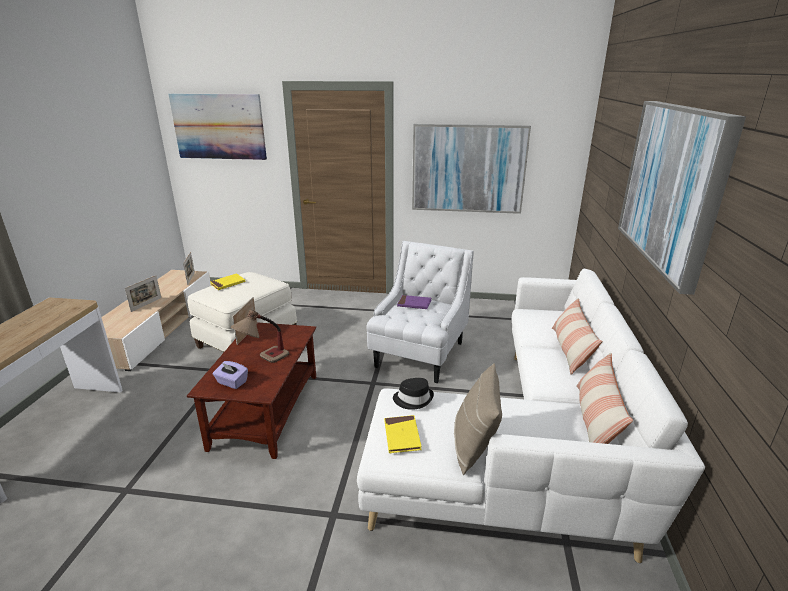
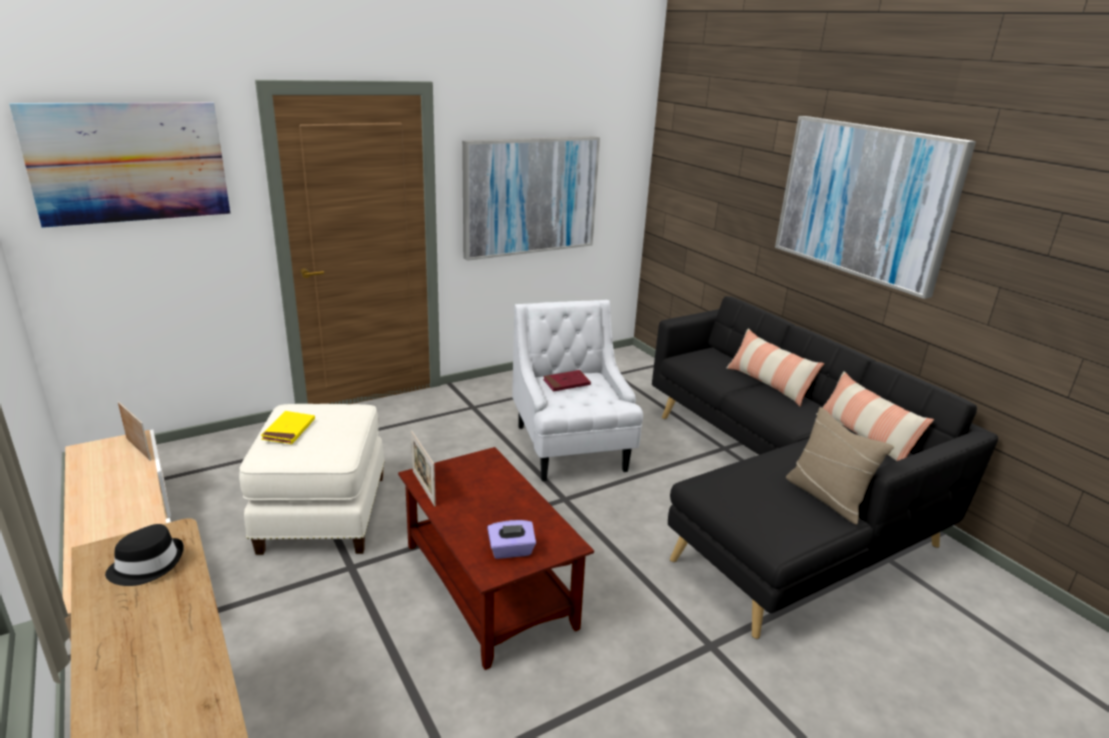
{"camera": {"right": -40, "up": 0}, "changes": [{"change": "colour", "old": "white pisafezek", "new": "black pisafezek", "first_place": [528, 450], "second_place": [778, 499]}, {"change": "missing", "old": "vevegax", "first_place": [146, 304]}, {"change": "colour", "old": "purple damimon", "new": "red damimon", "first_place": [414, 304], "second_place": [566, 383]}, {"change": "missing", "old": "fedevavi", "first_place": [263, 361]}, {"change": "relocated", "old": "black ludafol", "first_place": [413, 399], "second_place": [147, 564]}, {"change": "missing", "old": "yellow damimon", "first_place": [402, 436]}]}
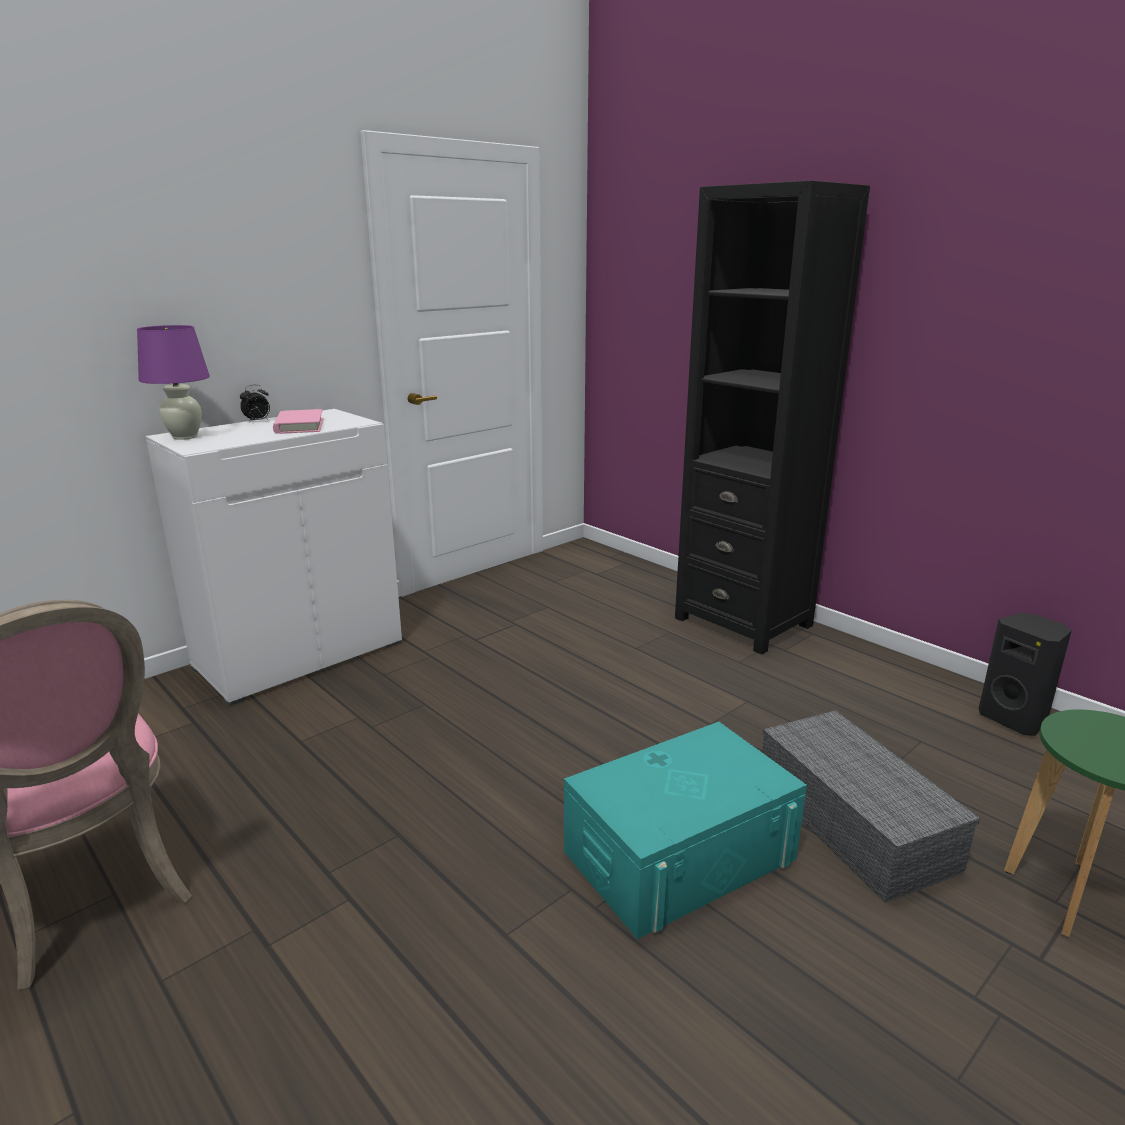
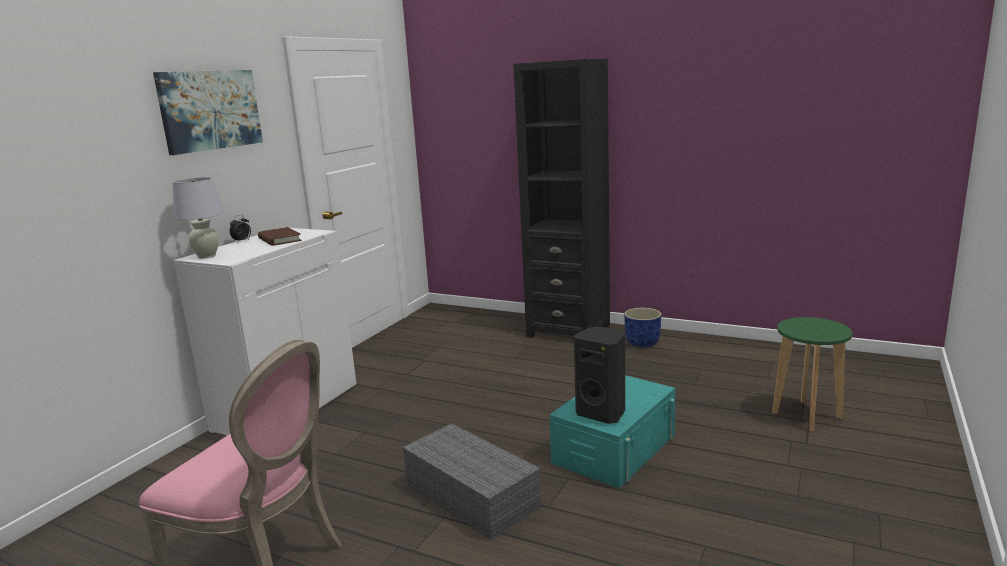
{"camera": {"right": -20, "up": -5}, "changes": [{"change": "colour", "old": "purple fedevavi", "new": "white fedevavi", "first_place": [184, 437], "second_place": [206, 256]}, {"change": "colour", "old": "pink damimon", "new": "brown damimon", "first_place": [299, 426], "second_place": [279, 239]}, {"change": "relocated", "old": "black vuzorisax", "first_place": [1014, 719], "second_place": [602, 413]}, {"change": "relocated", "old": "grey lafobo", "first_place": [849, 821], "second_place": [468, 495]}, {"change": "appeared", "new": "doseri", "second_place": [210, 110]}, {"change": "appeared", "new": "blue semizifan", "second_place": [643, 343]}]}
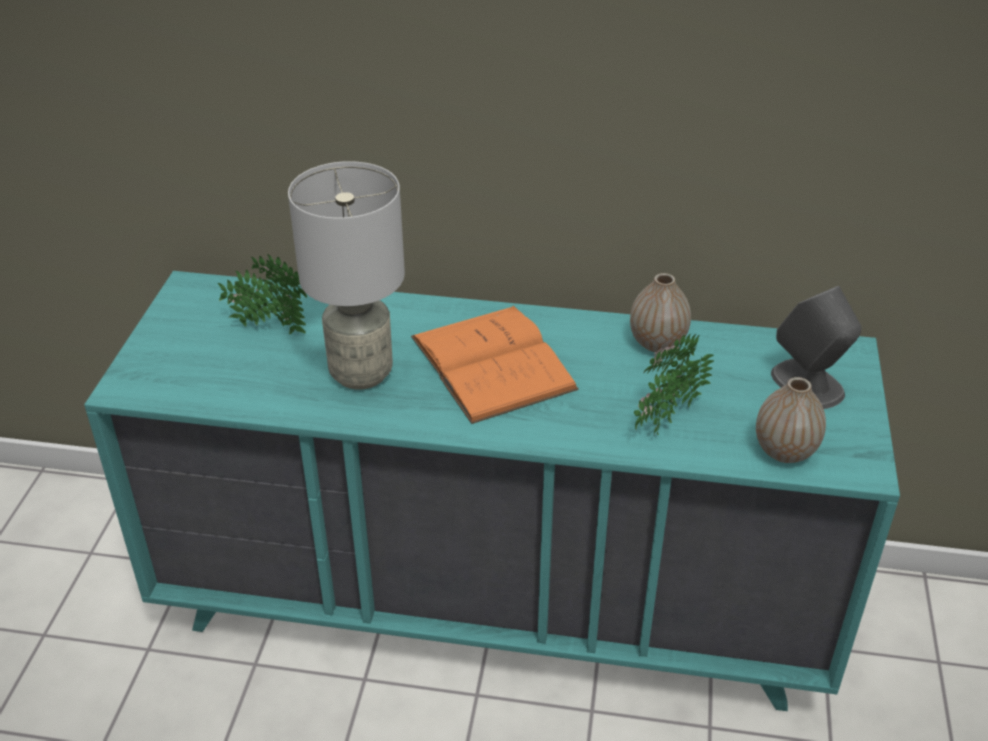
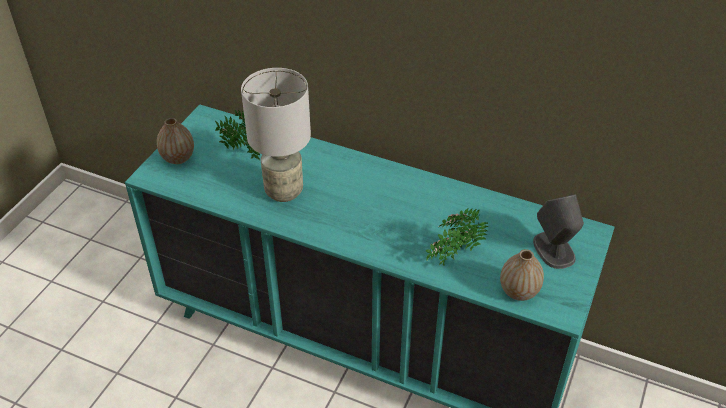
{"camera": {"right": 15, "up": 5}, "changes": [{"change": "relocated", "old": "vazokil", "first_place": [657, 343], "second_place": [178, 158]}, {"change": "missing", "old": "orange damimon", "first_place": [492, 363]}]}
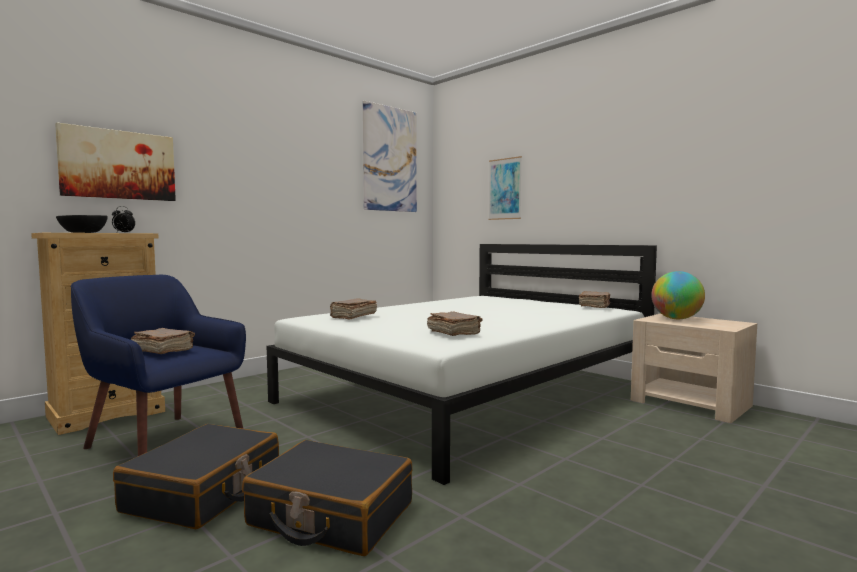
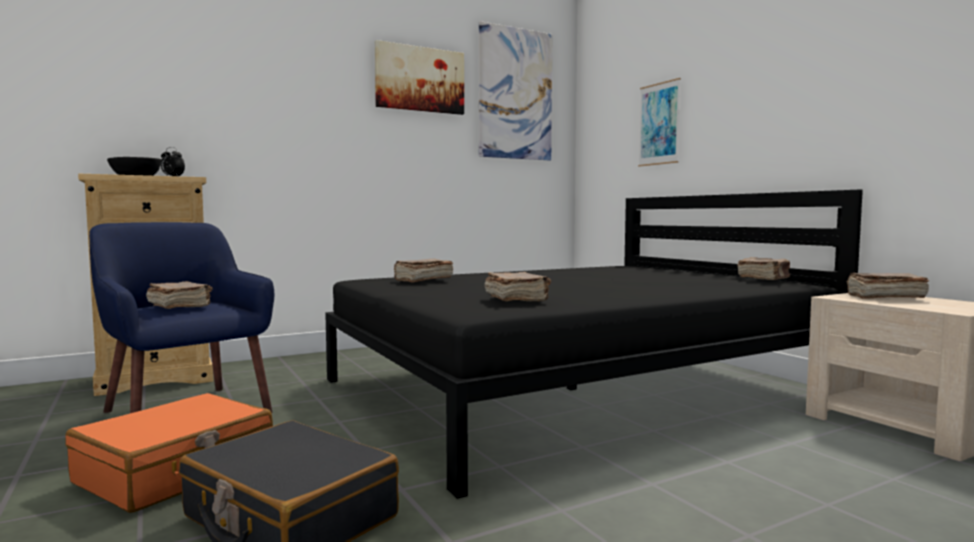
{"camera": {"right": 15, "up": 0}, "changes": [{"change": "relocated", "old": "doseri", "first_place": [118, 165], "second_place": [420, 79]}, {"change": "colour", "old": "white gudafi", "new": "black gudafi", "first_place": [470, 393], "second_place": [576, 388]}, {"change": "exchanged", "old": "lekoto", "new": "brown damimon", "first_place": [676, 319], "second_place": [884, 297]}, {"change": "colour", "old": "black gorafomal", "new": "orange gorafomal", "first_place": [205, 492], "second_place": [177, 471]}]}
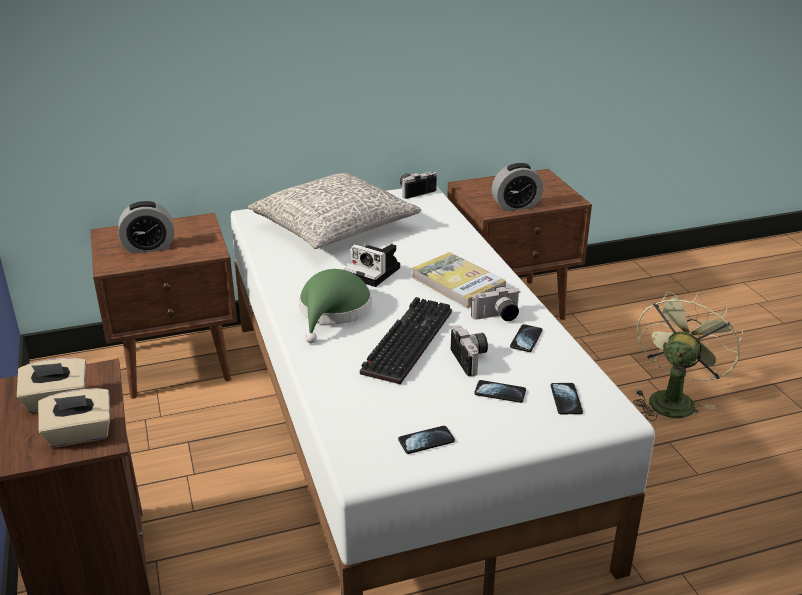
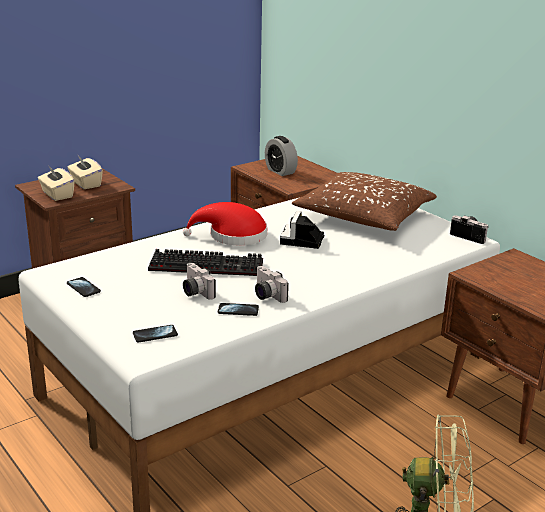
{"camera": {"right": 70, "up": -5}, "changes": [{"change": "missing", "old": "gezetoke", "first_place": [516, 206]}, {"change": "colour", "old": "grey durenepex", "new": "brown durenepex", "first_place": [334, 228], "second_place": [363, 217]}, {"change": "missing", "old": "damimon", "first_place": [458, 284]}, {"change": "colour", "old": "green ludafol", "new": "red ludafol", "first_place": [333, 311], "second_place": [233, 236]}, {"change": "spun", "old": "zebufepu", "first_place": [472, 359], "second_place": [195, 292], "degrees": 90}, {"change": "missing", "old": "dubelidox", "first_place": [500, 392]}]}
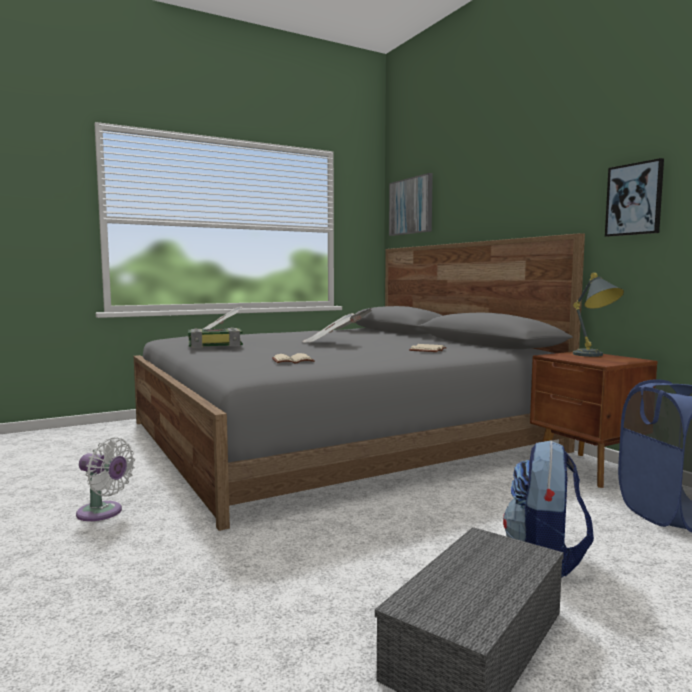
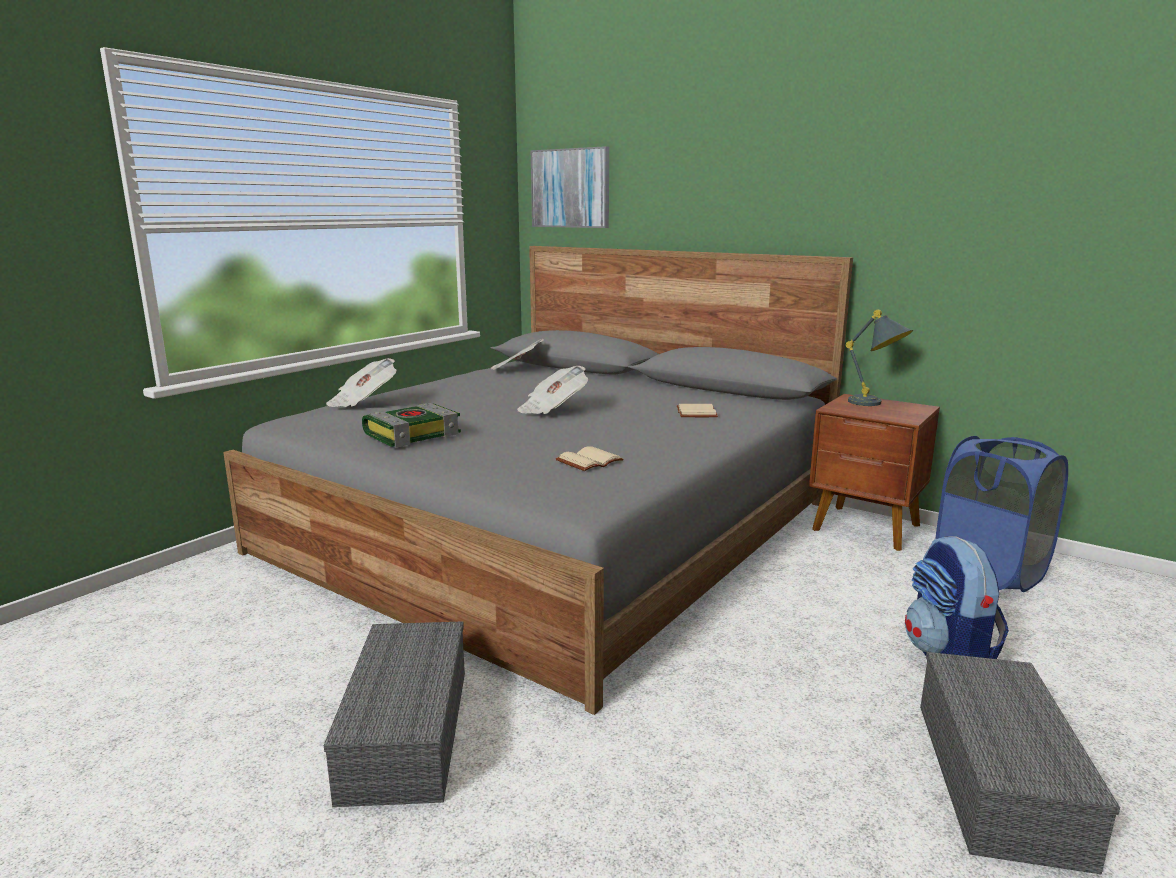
{"camera": {"right": -25, "up": 10}, "changes": [{"change": "missing", "old": "doseri", "first_place": [634, 199]}, {"change": "exchanged", "old": "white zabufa", "new": "grey lafobo", "first_place": [103, 513], "second_place": [405, 730]}]}
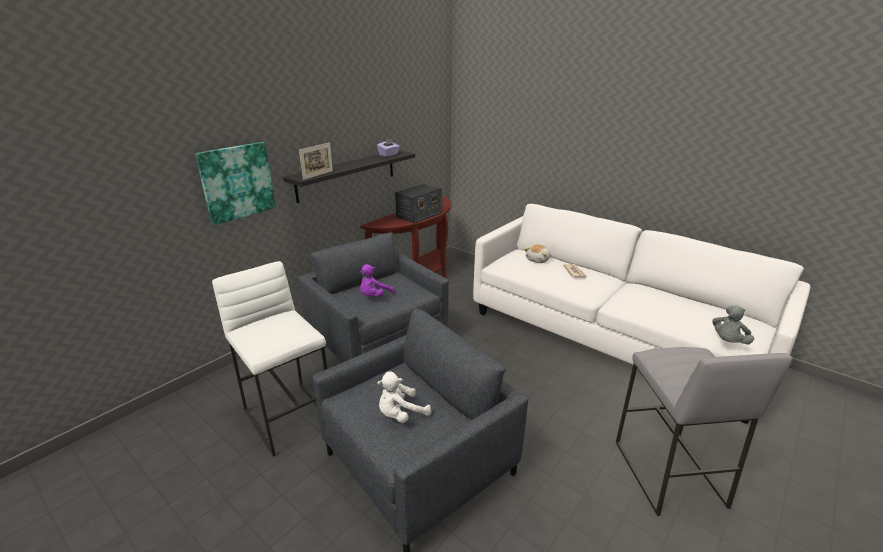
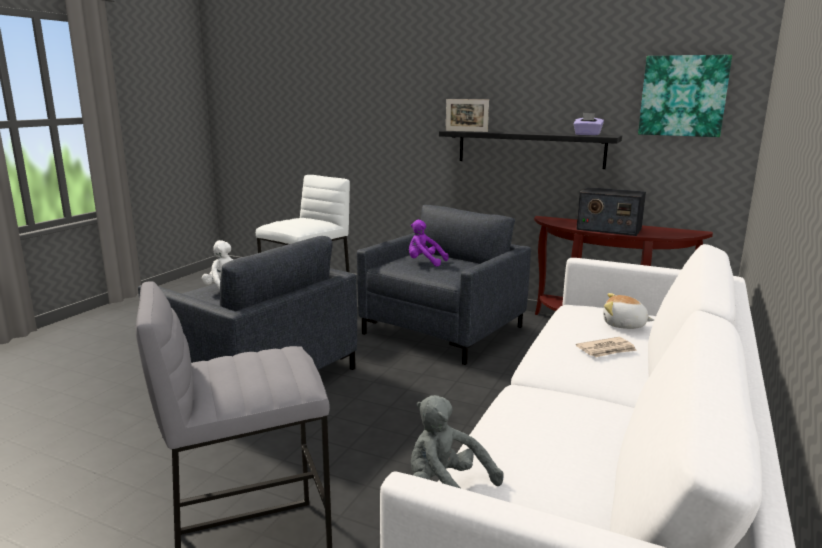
{"camera": {"right": 75, "up": -10}, "changes": [{"change": "relocated", "old": "doseri", "first_place": [237, 182], "second_place": [683, 96]}]}
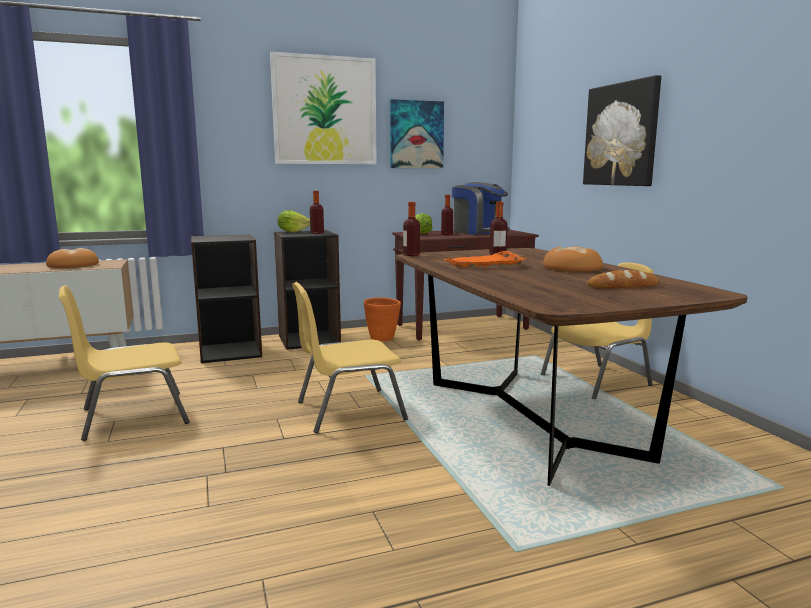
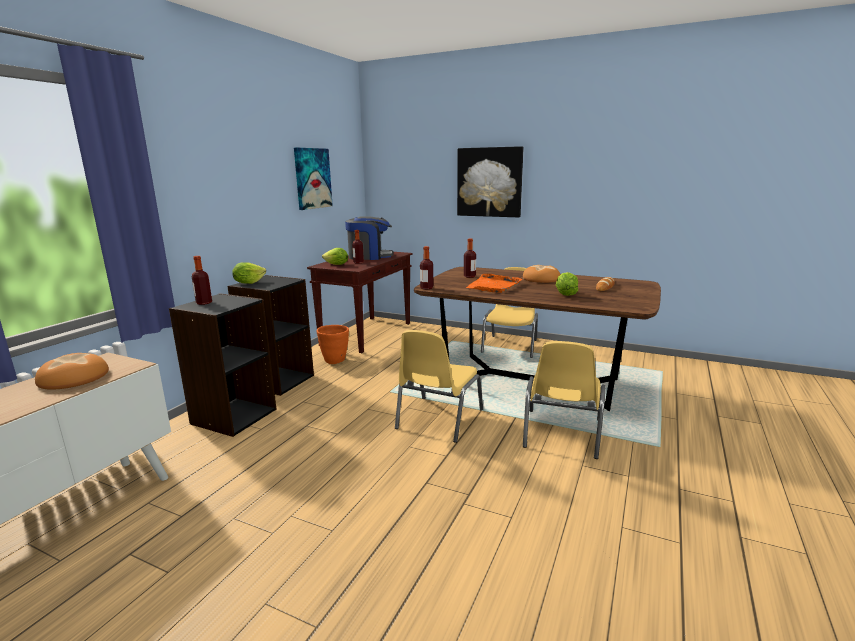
{"camera": {"right": -45, "up": 5}, "changes": [{"change": "missing", "old": "doseri", "first_place": [325, 111]}, {"change": "relocated", "old": "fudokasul", "first_place": [317, 233], "second_place": [204, 303]}, {"change": "relocated", "old": "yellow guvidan", "first_place": [132, 416], "second_place": [561, 434]}, {"change": "appeared", "new": "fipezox", "second_place": [565, 295]}]}
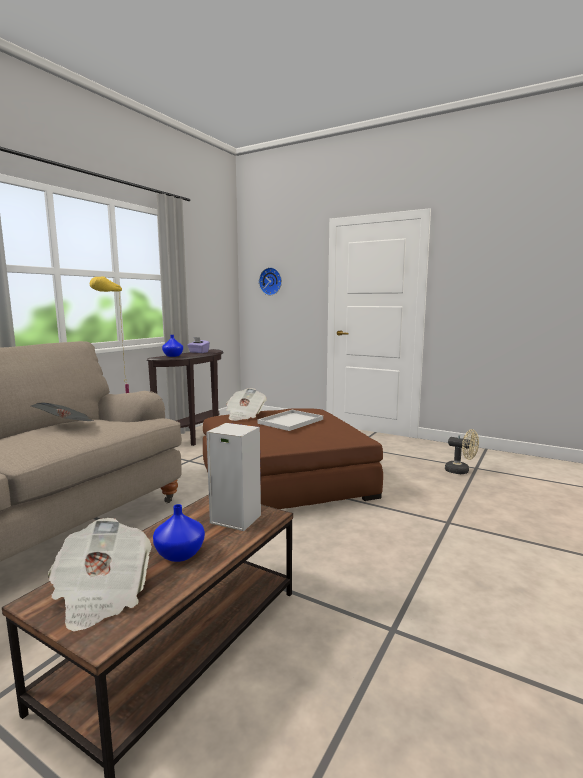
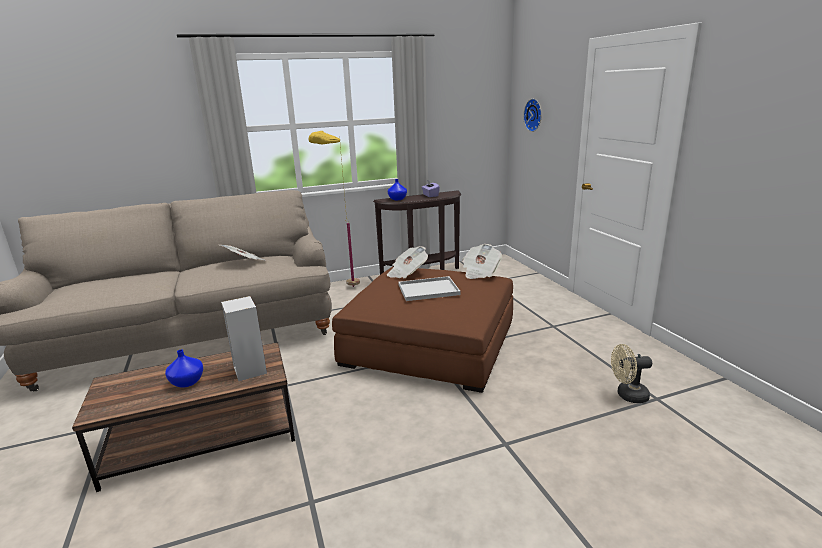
{"camera": {"right": 40, "up": 10}, "changes": [{"change": "spun", "old": "beige zabufa", "first_place": [461, 471], "second_place": [627, 395], "degrees": 105}, {"change": "relocated", "old": "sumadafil", "first_place": [101, 594], "second_place": [480, 272]}]}
